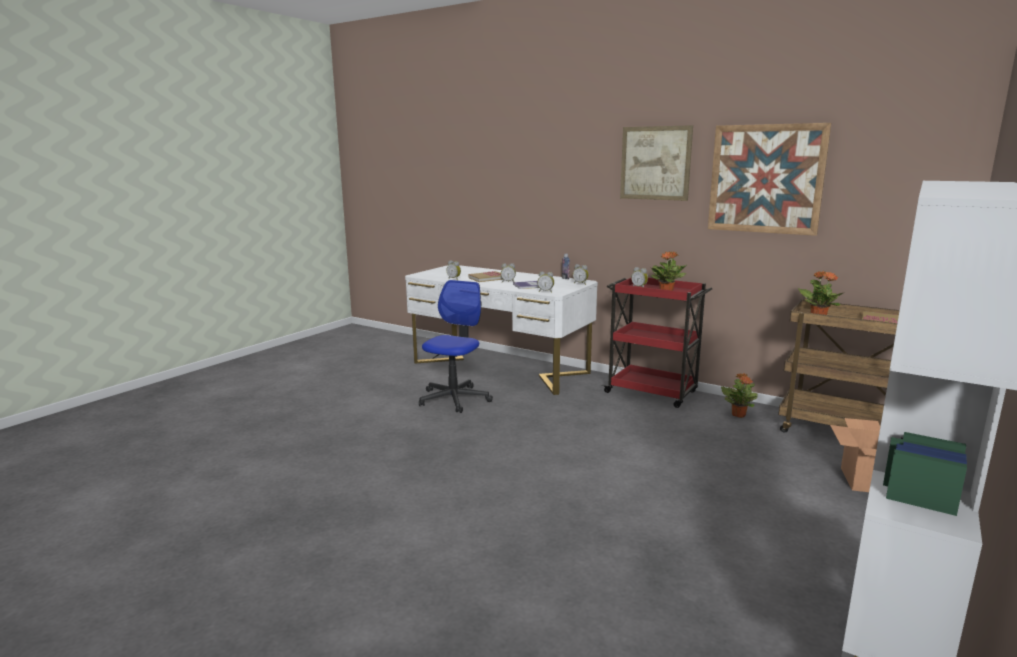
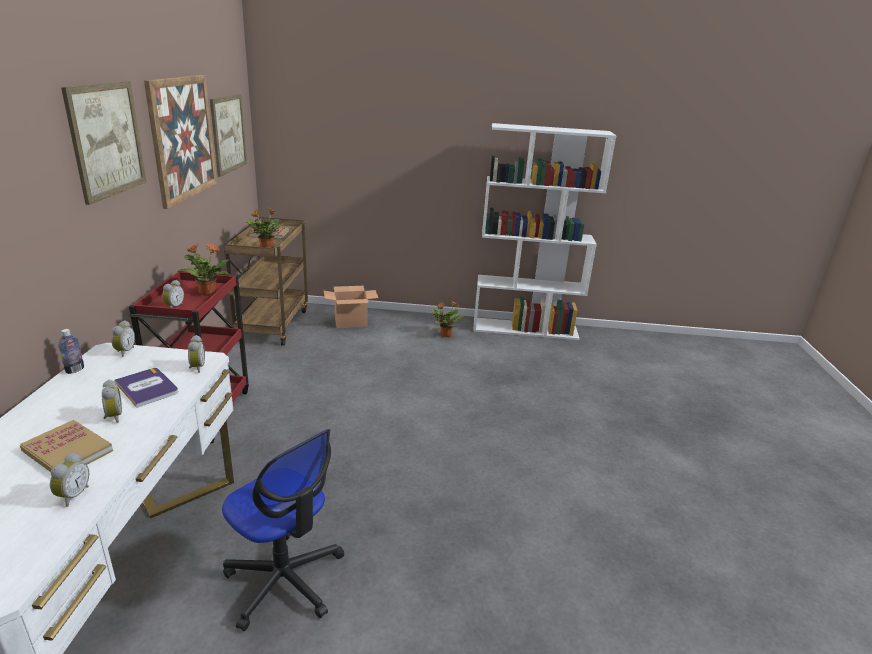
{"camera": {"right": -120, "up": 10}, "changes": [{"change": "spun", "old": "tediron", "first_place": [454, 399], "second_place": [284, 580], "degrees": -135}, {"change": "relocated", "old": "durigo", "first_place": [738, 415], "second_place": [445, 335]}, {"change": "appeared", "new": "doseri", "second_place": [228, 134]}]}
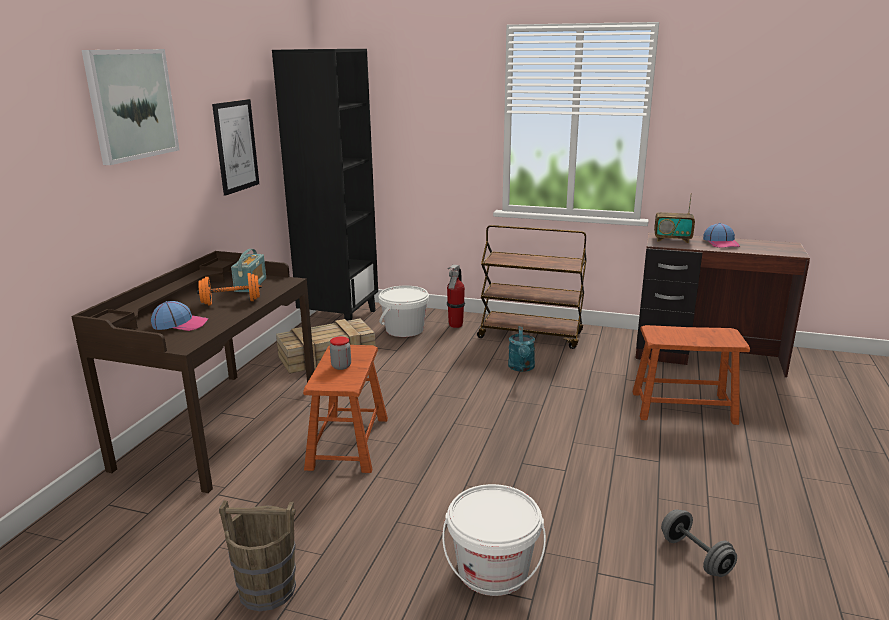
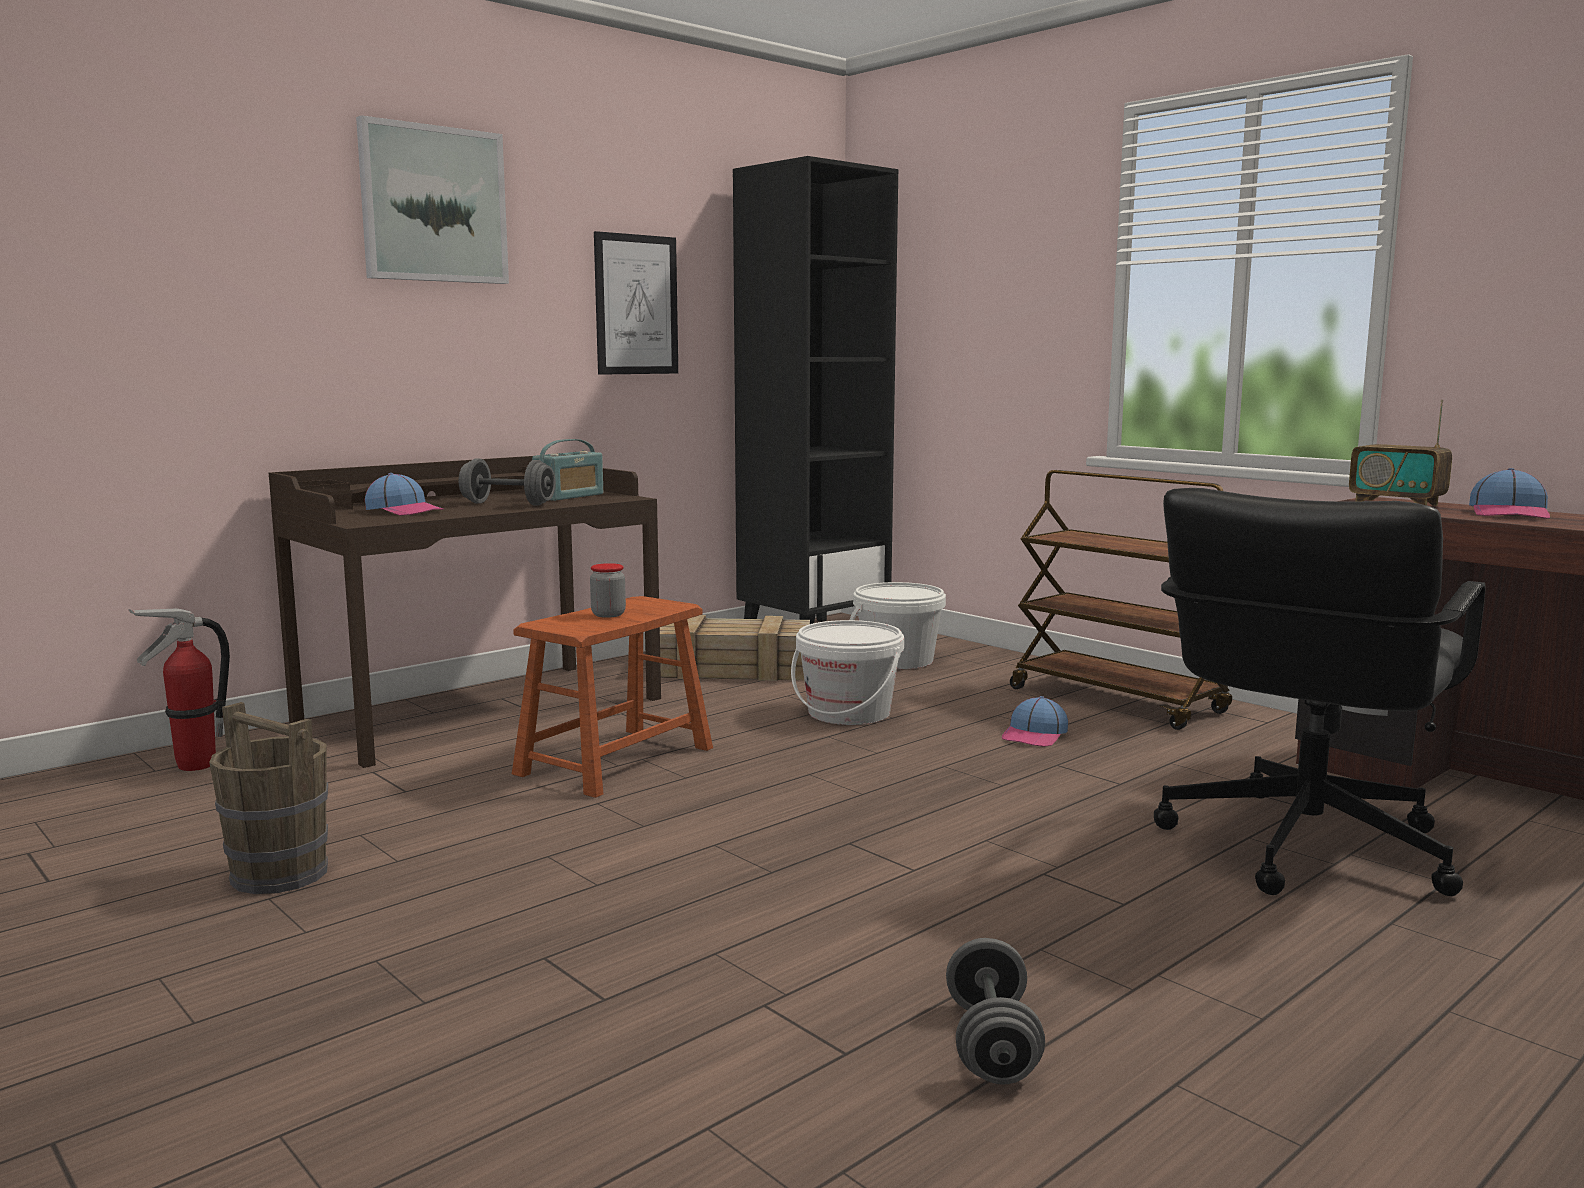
{"camera": {"right": 30, "up": -10}, "changes": [{"change": "relocated", "old": "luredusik", "first_place": [455, 325], "second_place": [194, 766]}, {"change": "colour", "old": "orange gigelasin", "new": "grey gigelasin", "first_place": [231, 302], "second_place": [508, 504]}, {"change": "exchanged", "old": "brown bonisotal", "new": "black tediron", "first_place": [683, 407], "second_place": [1301, 847]}, {"change": "exchanged", "old": "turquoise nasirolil", "new": "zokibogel", "first_place": [521, 368], "second_place": [1035, 735]}, {"change": "relocated", "old": "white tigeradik", "first_place": [493, 570], "second_place": [849, 713]}]}
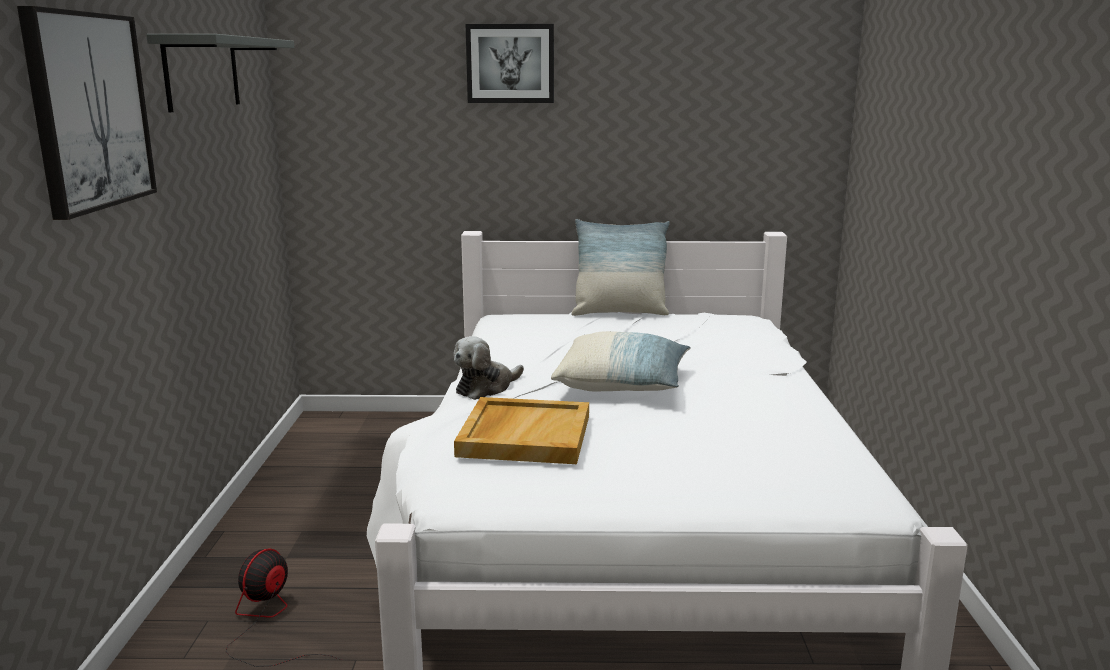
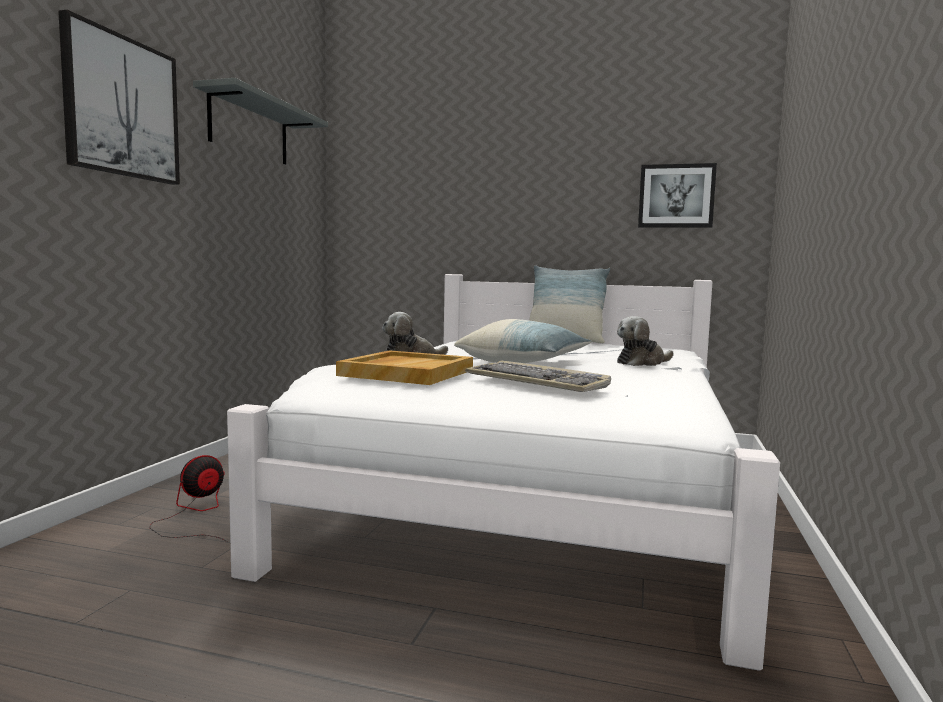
{"camera": {"right": 15, "up": -10}, "changes": [{"change": "relocated", "old": "doseri", "first_place": [510, 63], "second_place": [676, 196]}, {"change": "appeared", "new": "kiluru", "second_place": [642, 363]}, {"change": "appeared", "new": "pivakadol", "second_place": [538, 382]}]}
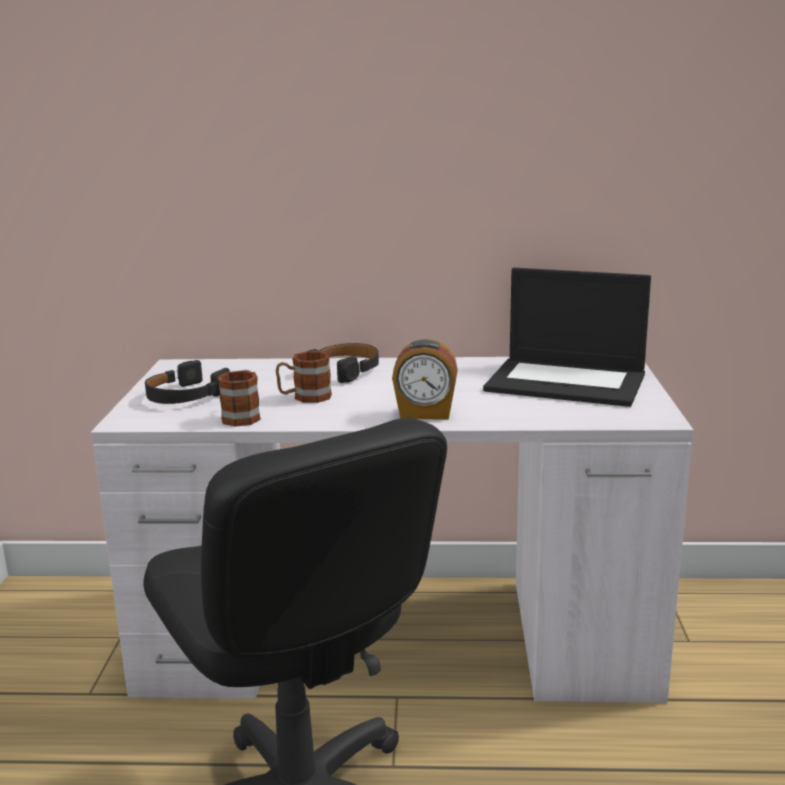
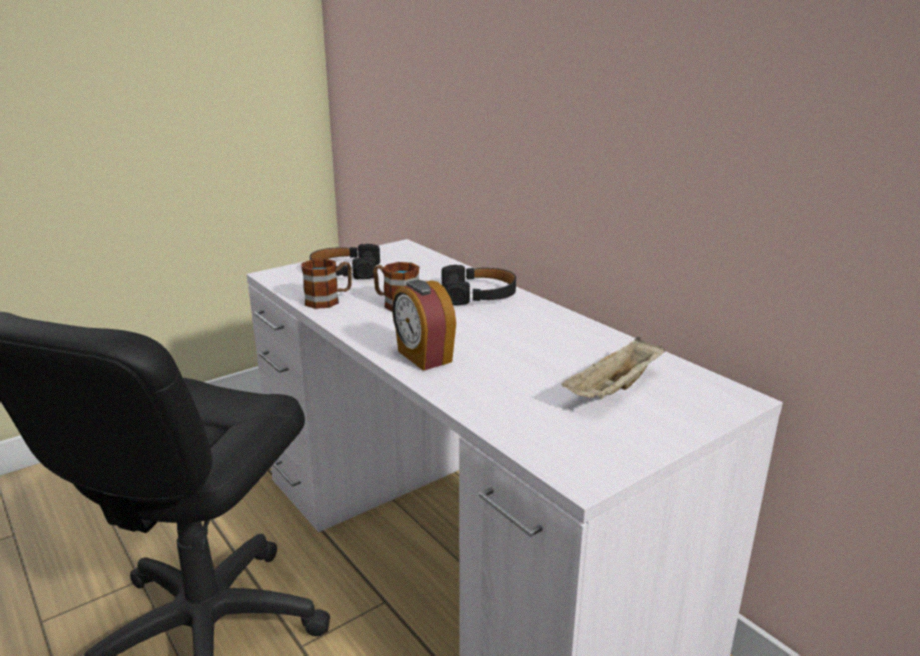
{"camera": {"right": 50, "up": 5}, "changes": [{"change": "exchanged", "old": "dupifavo", "new": "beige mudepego", "first_place": [568, 382], "second_place": [614, 390]}]}
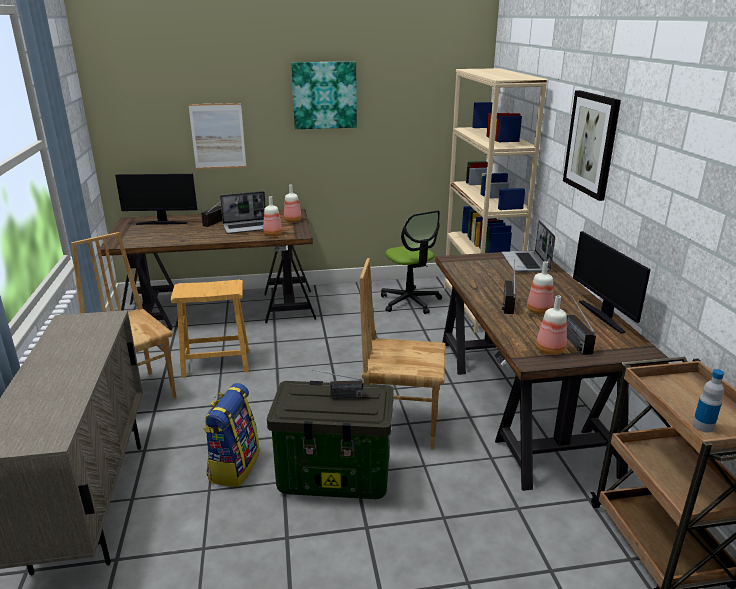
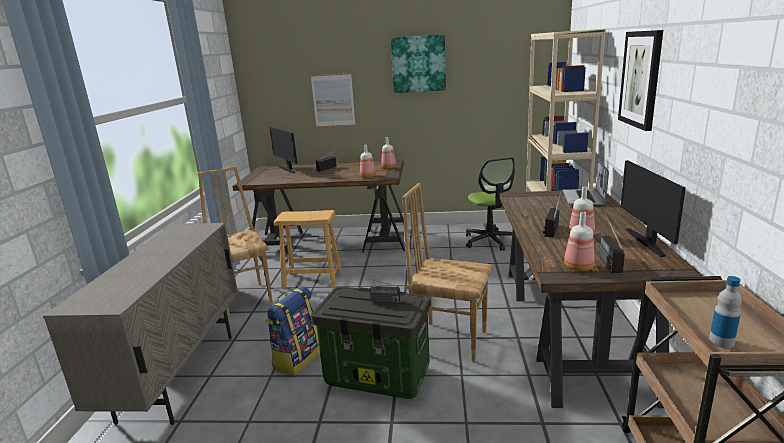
{"camera": {"right": 15, "up": -5}, "changes": [{"change": "spun", "old": "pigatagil", "first_place": [162, 223], "second_place": [287, 169], "degrees": 45}, {"change": "missing", "old": "dupifavo", "first_place": [248, 227]}]}
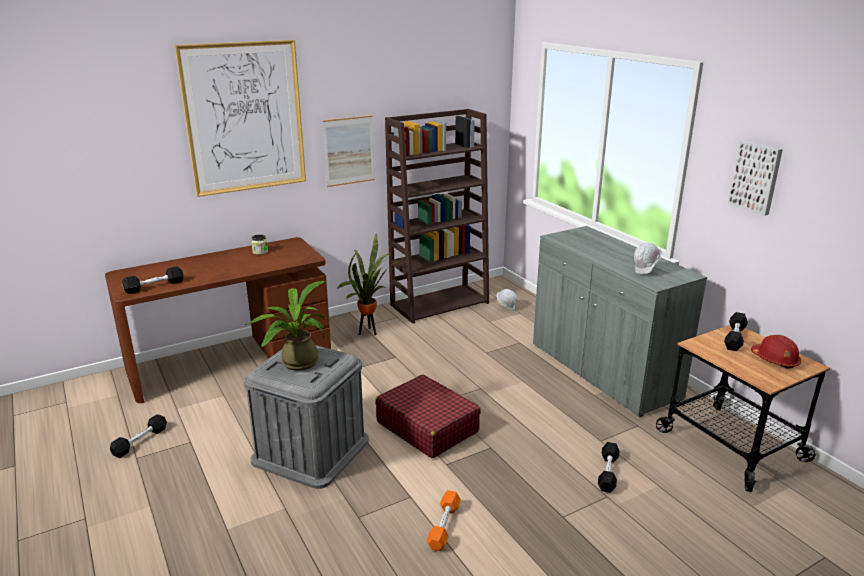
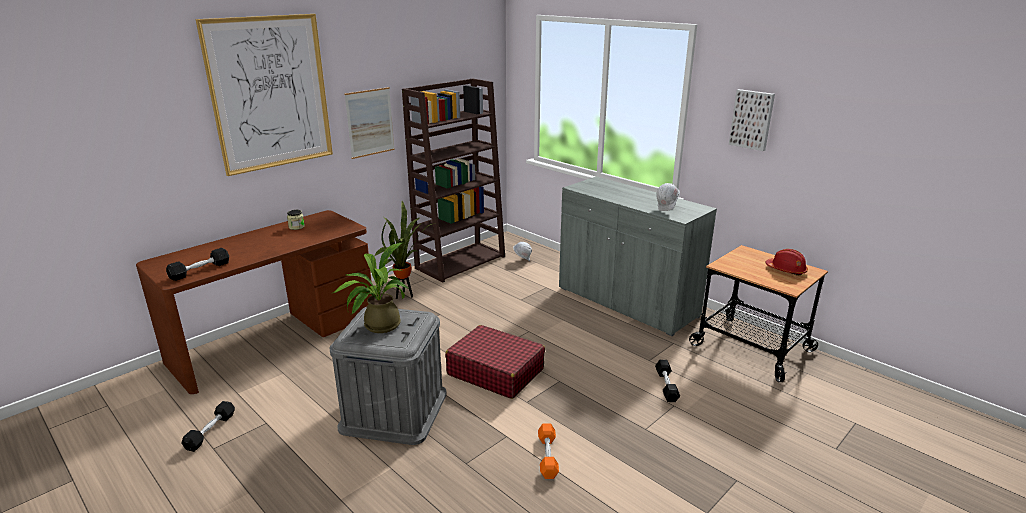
{"camera": {"right": -15, "up": 0}, "changes": [{"change": "missing", "old": "black gigelasin", "first_place": [734, 338]}]}
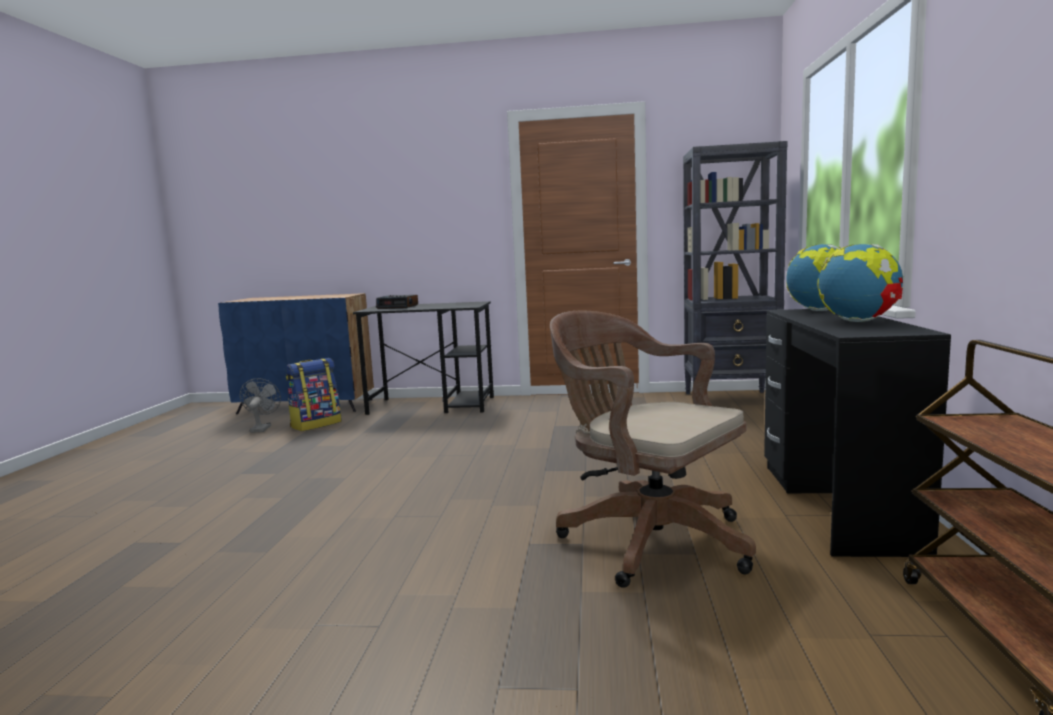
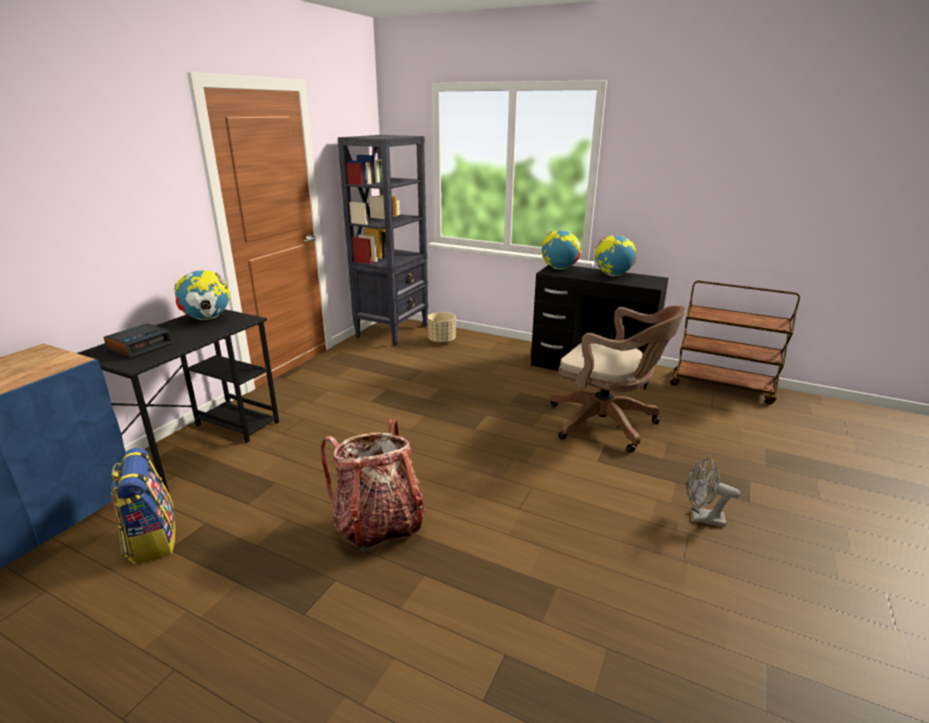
{"camera": {"right": -70, "up": 15}, "changes": [{"change": "spun", "old": "brown tediron", "first_place": [646, 538], "second_place": [607, 424], "degrees": -120}, {"change": "relocated", "old": "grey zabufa", "first_place": [261, 428], "second_place": [702, 518]}, {"change": "appeared", "new": "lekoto", "second_place": [207, 319]}, {"change": "appeared", "new": "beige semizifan", "second_place": [442, 341]}, {"change": "appeared", "new": "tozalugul", "second_place": [378, 524]}]}
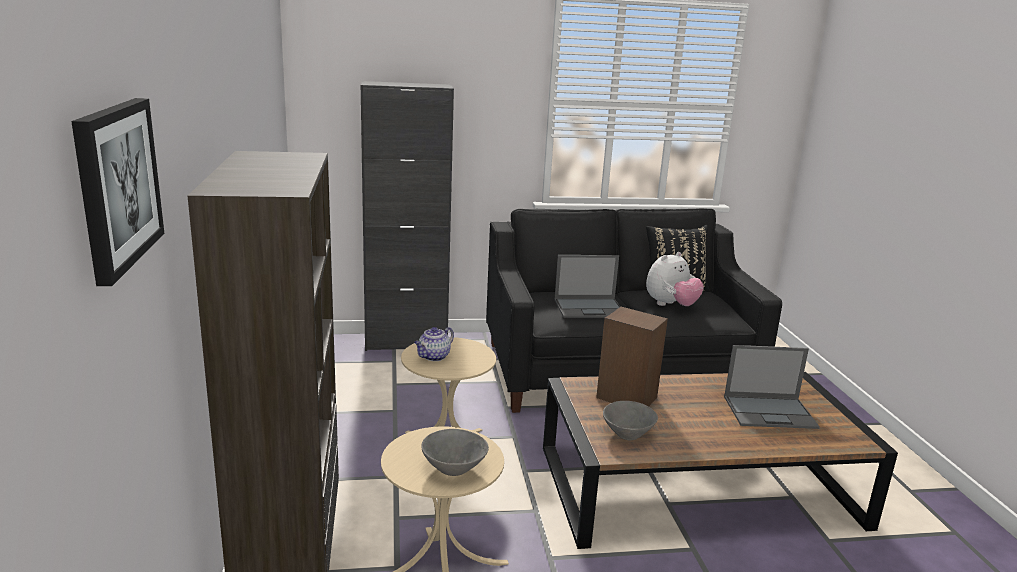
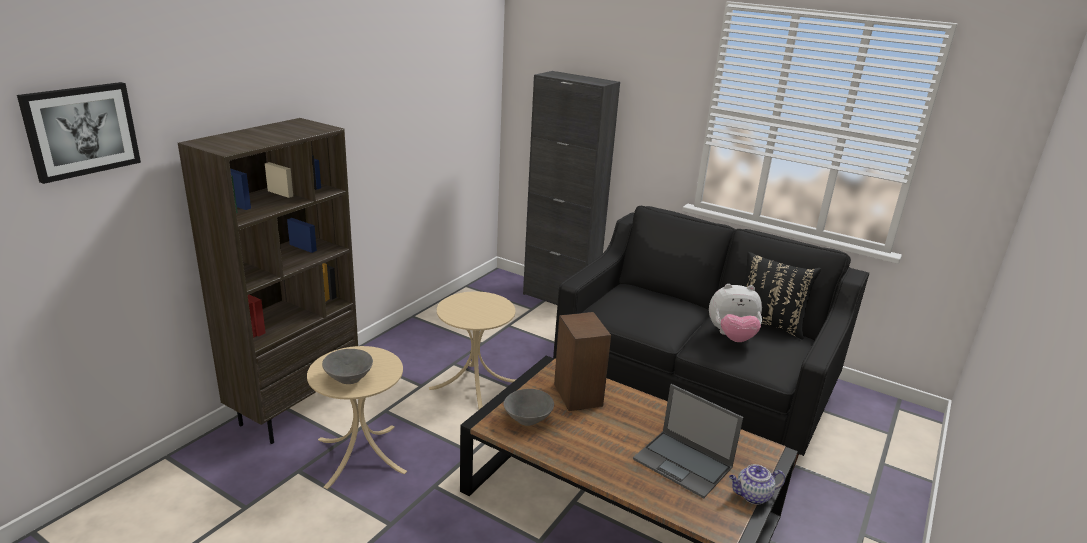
{"camera": {"right": 40, "up": 5}, "changes": [{"change": "missing", "old": "dupifavo", "first_place": [590, 308]}, {"change": "relocated", "old": "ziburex", "first_place": [433, 357], "second_place": [752, 496]}]}
